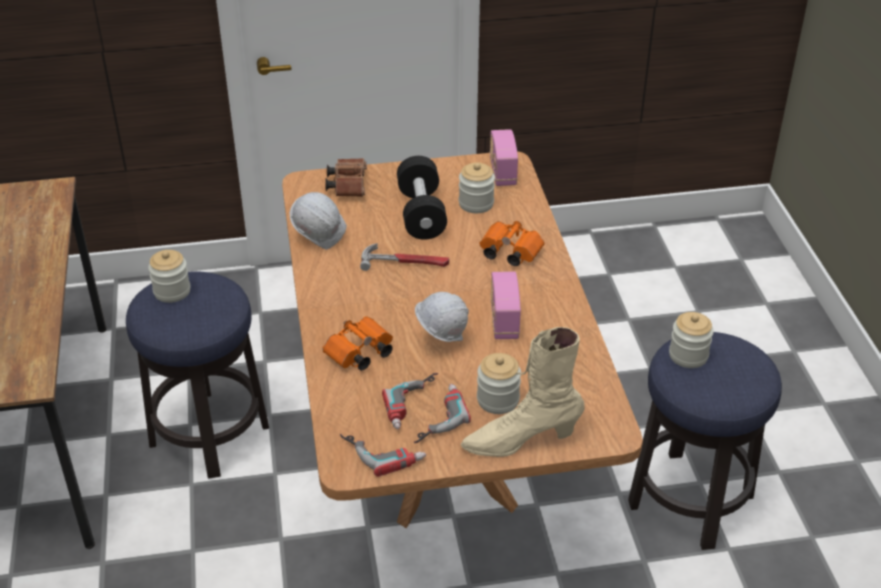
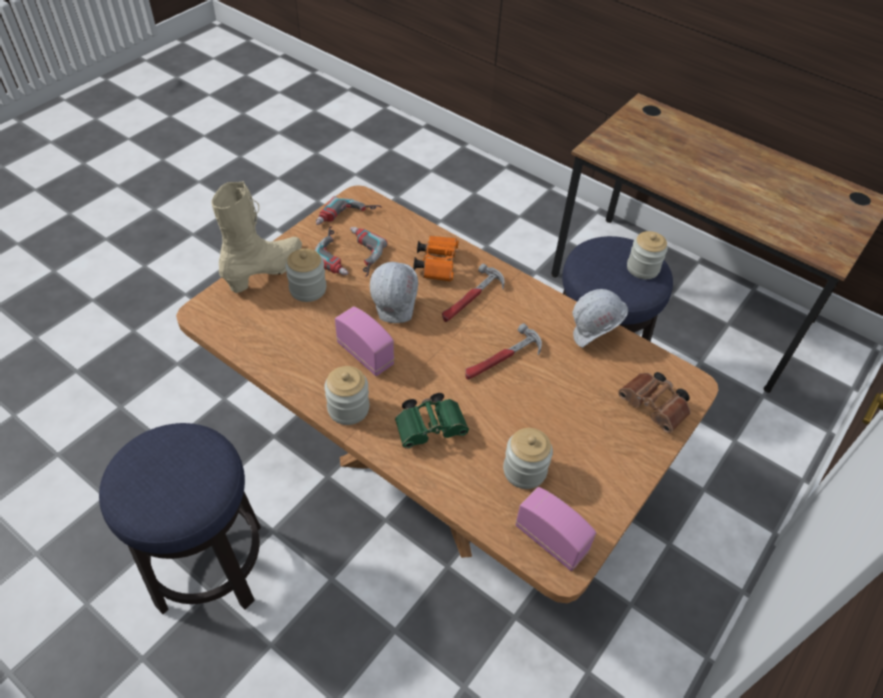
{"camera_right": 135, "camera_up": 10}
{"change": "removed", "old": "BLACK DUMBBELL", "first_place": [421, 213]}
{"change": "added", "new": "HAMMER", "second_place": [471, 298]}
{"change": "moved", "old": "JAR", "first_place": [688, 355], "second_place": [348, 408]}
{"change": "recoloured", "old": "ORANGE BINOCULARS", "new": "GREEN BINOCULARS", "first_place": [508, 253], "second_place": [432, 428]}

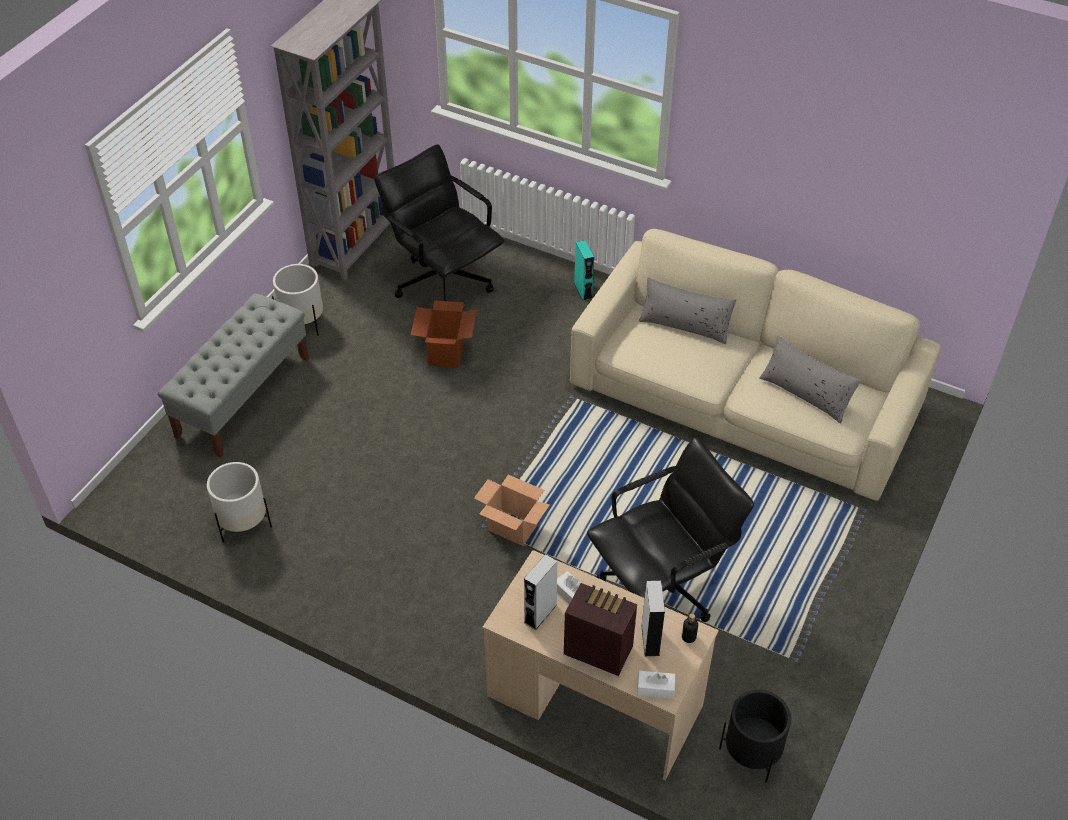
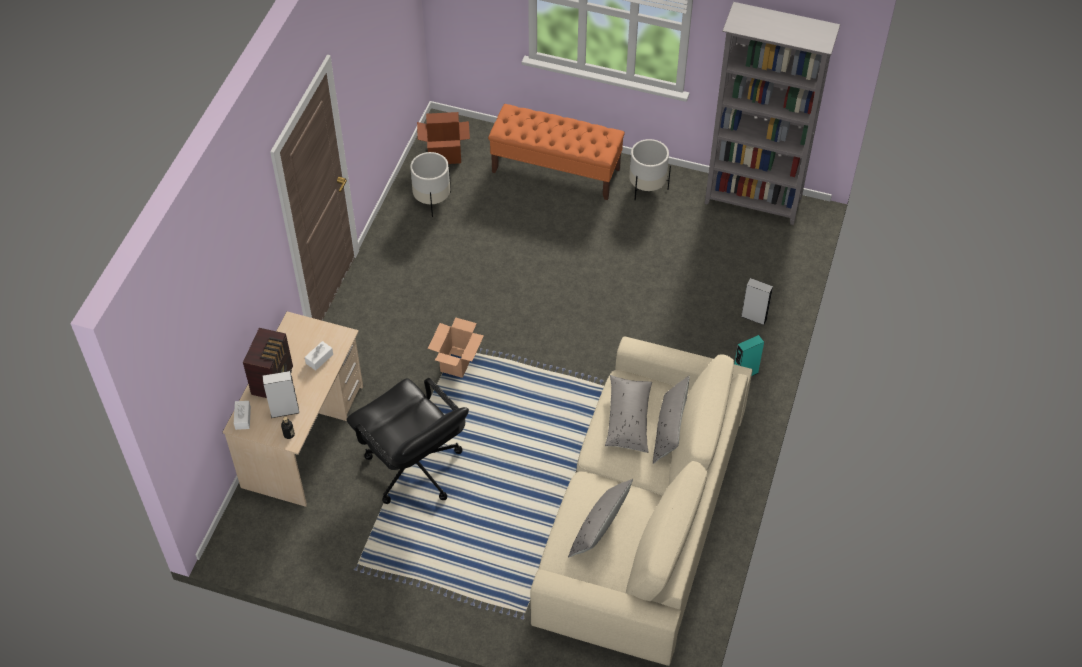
{"camera_right": 80, "camera_up": 5}
{"change": "removed", "old": "BLACK OFFICE CHAIR", "first_place": [443, 282]}
{"change": "removed", "old": "BLACK PLANTER", "first_place": [752, 754]}
{"change": "added", "new": "GREY PILLOW", "second_place": [628, 419]}
{"change": "moved", "old": "CARDBOARD BOX", "first_place": [446, 352], "second_place": [445, 154]}
{"change": "moved", "old": "GREY SPEAKER", "first_place": [540, 613], "second_place": [754, 317]}
{"change": "recoloured", "old": "GREY BENCH", "new": "ORANGE BENCH", "first_place": [243, 396], "second_place": [556, 170]}

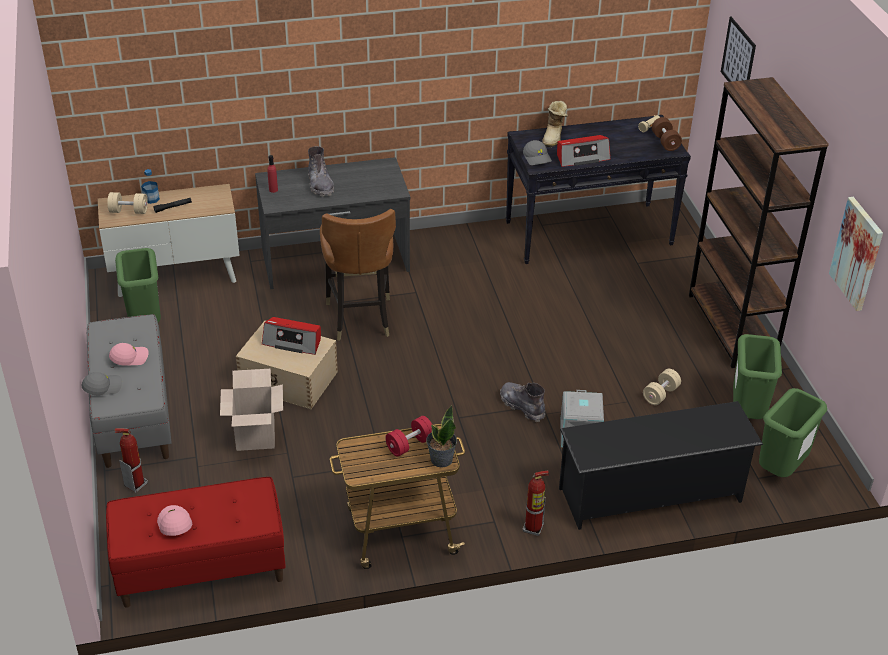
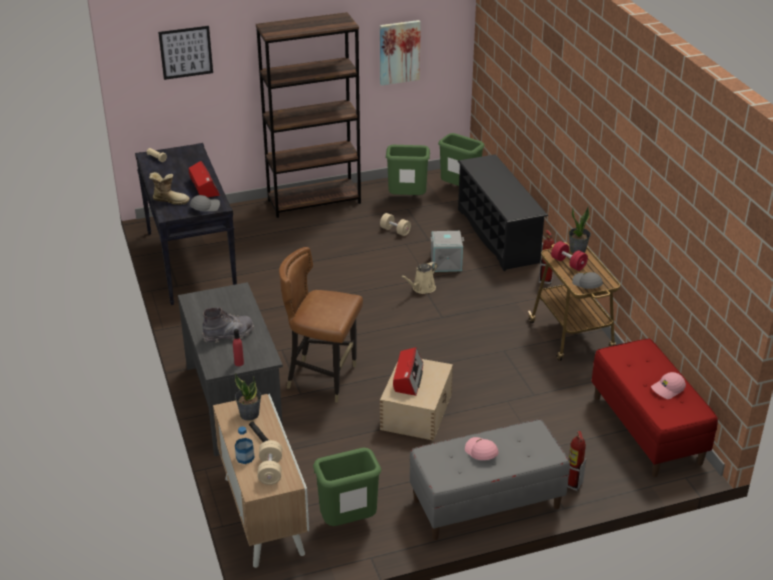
{"camera_right": -95, "camera_up": -5}
{"change": "removed", "old": "CARDBOARD BOX", "first_place": [255, 435]}
{"change": "removed", "old": "BROWN DUMBBELL", "first_place": [665, 142]}
{"change": "added", "new": "POTTED PLANT", "second_place": [249, 414]}
{"change": "moved", "old": "GREY CAP", "first_place": [102, 387], "second_place": [586, 284]}
{"change": "replaced", "old": "GREY BOOT", "new": "BEIGE WATERING CAN", "first_place": [522, 406], "second_place": [422, 288]}
{"change": "turned", "old": "BROWN CHAIR", "first_place": [359, 318], "second_place": [323, 379], "degrees": -150}

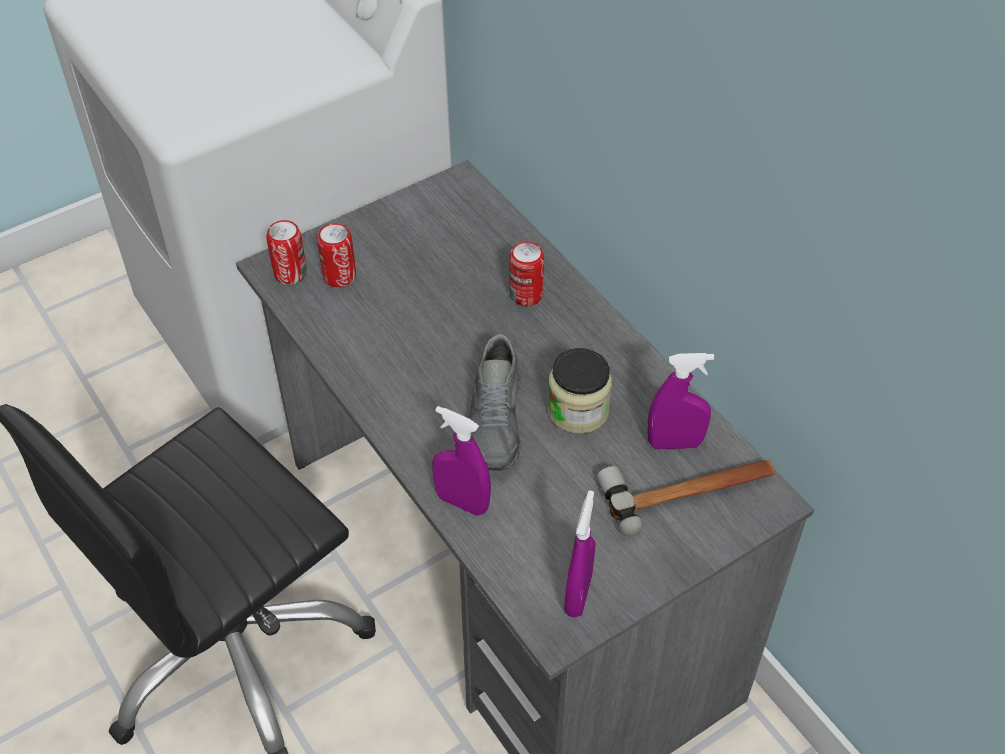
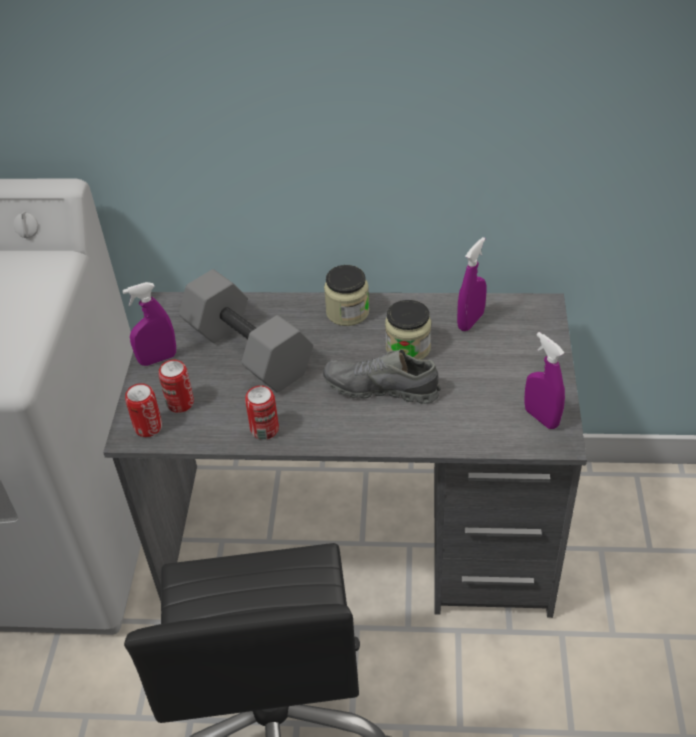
{"camera_right": -50, "camera_up": -5}
{"change": "removed", "old": "HAMMER", "first_place": [689, 490]}
{"change": "added", "new": "GREY DUMBBELL", "second_place": [245, 351]}
{"change": "added", "new": "JAR", "second_place": [347, 312]}
{"change": "moved", "old": "PURPLE SPRAY BOTTLE", "first_place": [462, 502], "second_place": [158, 359]}
{"change": "moved", "old": "CAN", "first_place": [526, 295], "second_place": [264, 429]}
{"change": "turned", "old": "GREY SHOE", "first_place": [496, 422], "second_place": [381, 388], "degrees": 150}

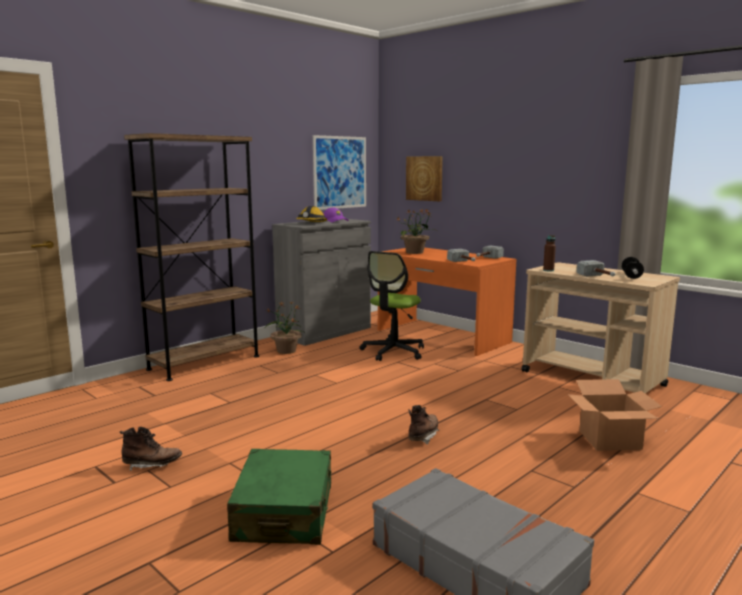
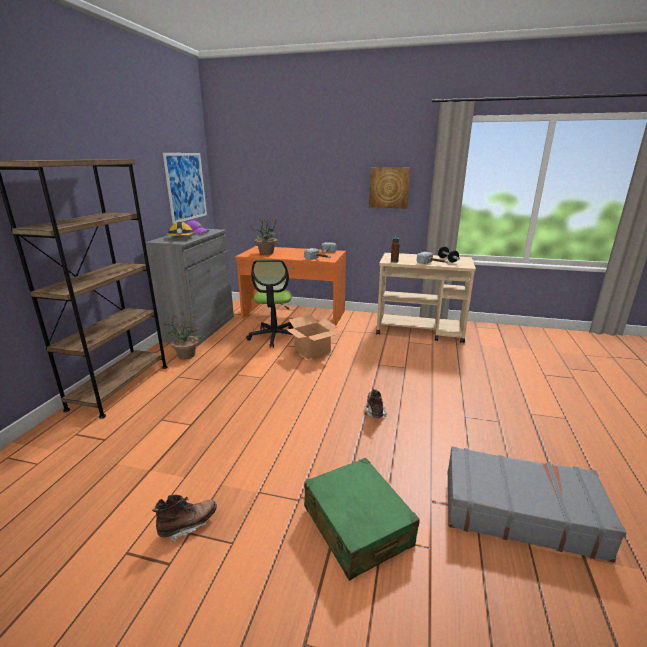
{"camera_right": -30, "camera_up": 10}
{"change": "moved", "old": "PICTURE", "first_place": [424, 178], "second_place": [389, 187]}
{"change": "moved", "old": "CARDBOARD BOX", "first_place": [610, 440], "second_place": [312, 350]}

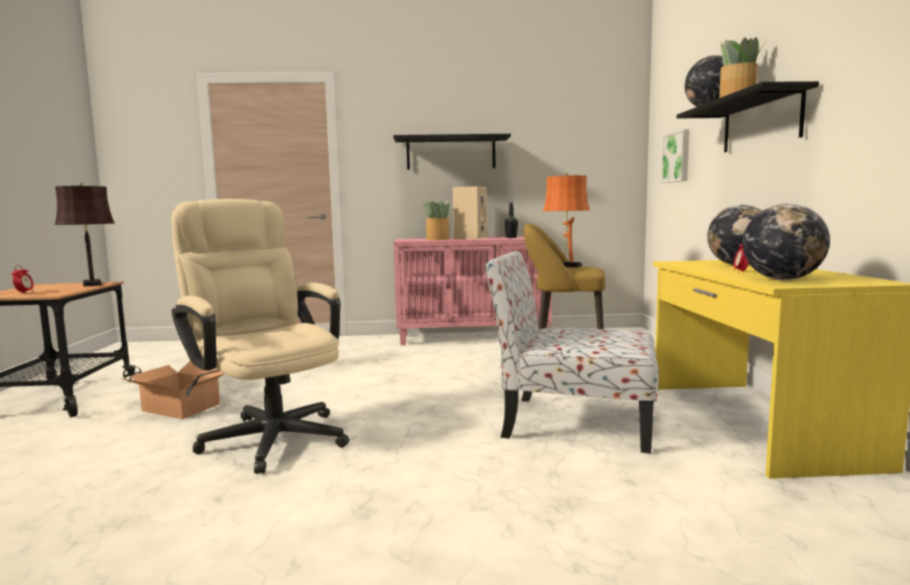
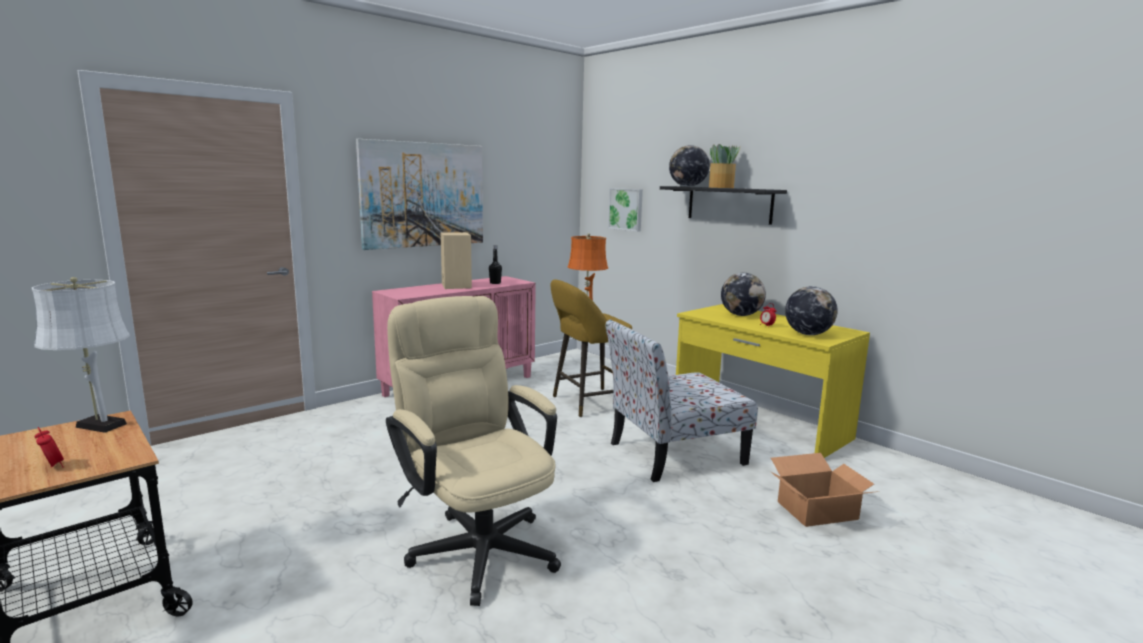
{"camera_right": -40, "camera_up": 5}
{"change": "removed", "old": "POTTED PLANT", "first_place": [437, 239]}
{"change": "moved", "old": "CARDBOARD BOX", "first_place": [181, 408], "second_place": [818, 511]}
{"change": "replaced", "old": "BLACK SHELF", "new": "PICTURE", "first_place": [451, 153], "second_place": [423, 195]}
{"change": "recoloured", "old": "BROWN TABLE LAMP", "new": "WHITE TABLE LAMP", "first_place": [92, 284], "second_place": [98, 425]}
{"change": "turned", "old": "BEIGE OFFICE CHAIR", "first_place": [269, 435], "second_place": [476, 544], "degrees": 45}

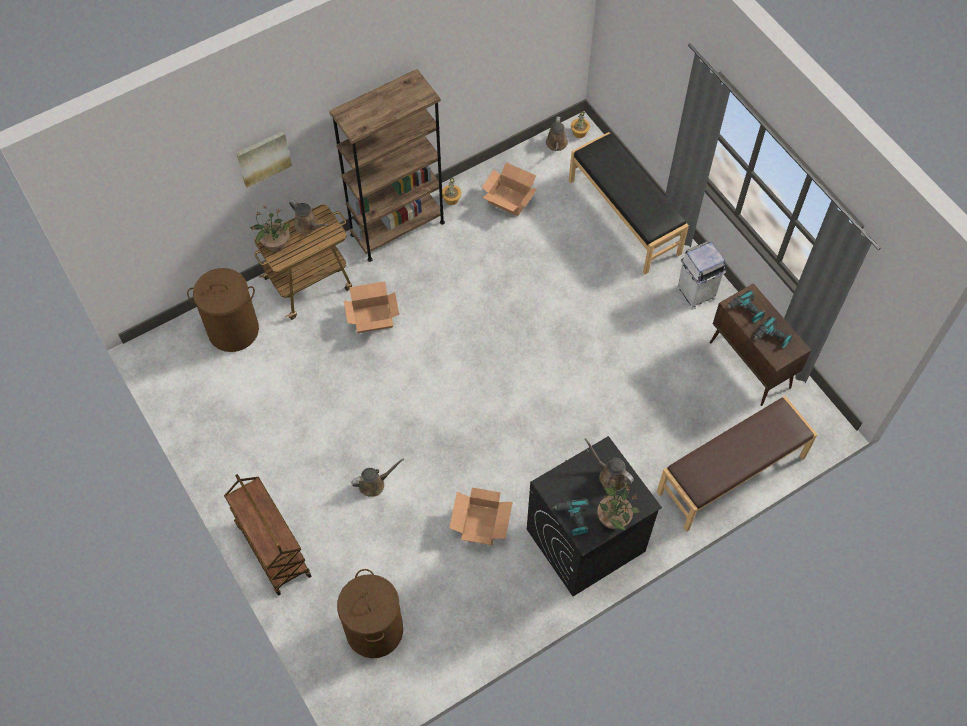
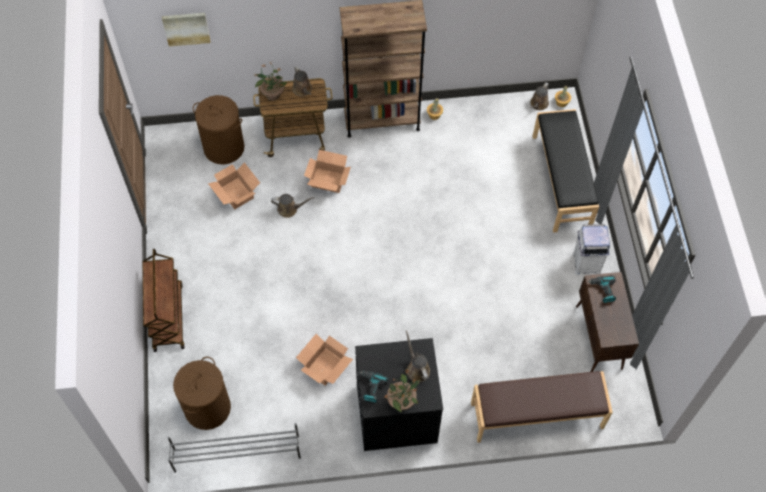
{"camera_right": 25, "camera_up": 0}
{"change": "removed", "old": "POWER DRILL", "first_place": [772, 337]}
{"change": "added", "new": "GREY SHOE RACK", "second_place": [236, 453]}
{"change": "moved", "old": "PICTURE", "first_place": [263, 158], "second_place": [186, 28]}
{"change": "moved", "old": "BROWN WATERING CAN", "first_place": [374, 484], "second_place": [289, 209]}
{"change": "moved", "old": "CARDBOARD BOX", "first_place": [509, 199], "second_place": [236, 193]}

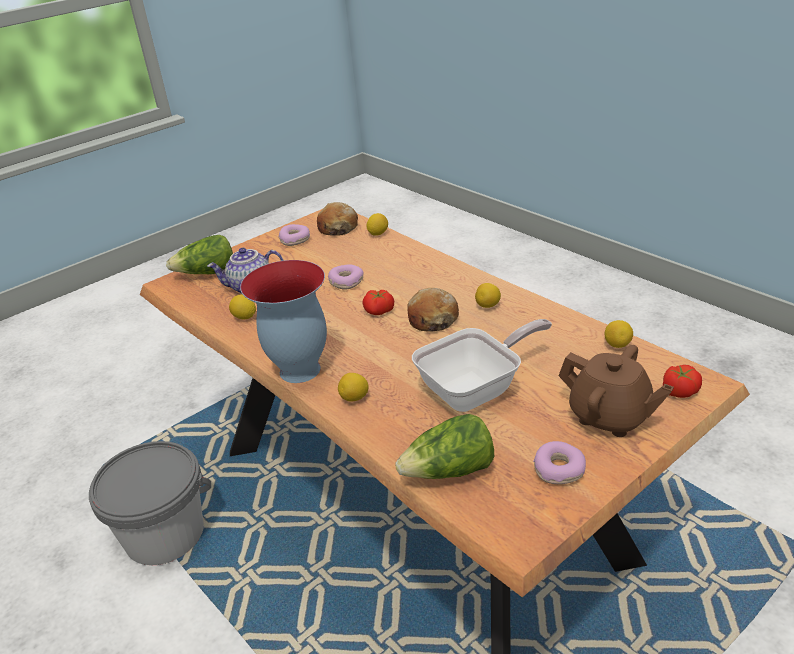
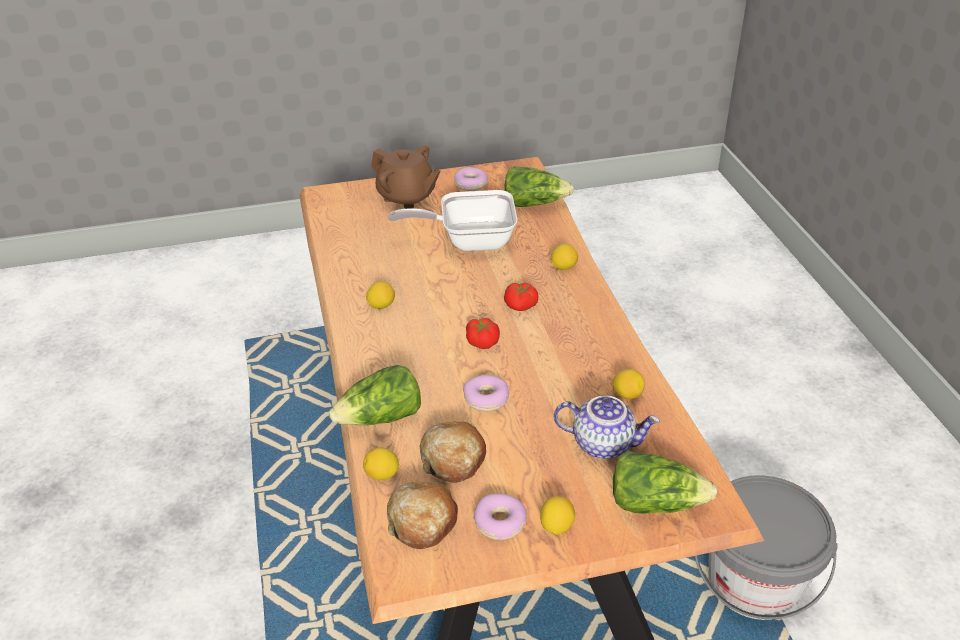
{"camera_right": -155, "camera_up": 5}
{"change": "removed", "old": "VASE", "first_place": [299, 371]}
{"change": "added", "new": "LETTUCE", "second_place": [381, 418]}
{"change": "moved", "old": "BREAD", "first_place": [432, 319], "second_place": [453, 459]}
{"change": "moved", "old": "LEMON", "first_place": [617, 345], "second_place": [556, 526]}
{"change": "moved", "old": "TOMATO", "first_place": [679, 391], "second_place": [521, 306]}
{"change": "turned", "old": "BROWN TEAPOT", "first_place": [610, 417], "second_place": [406, 197], "degrees": 150}

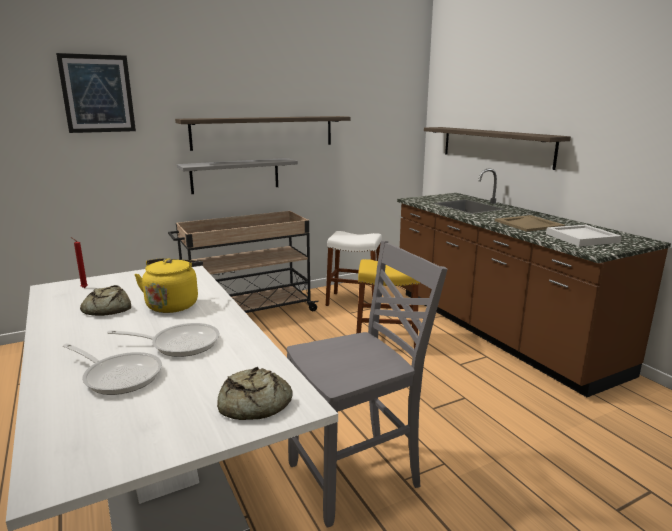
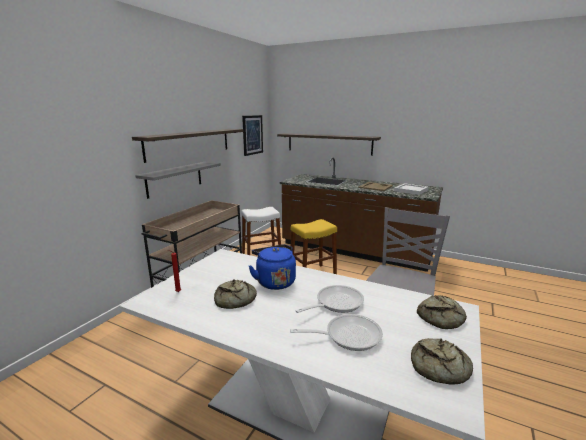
{"camera_right": -35, "camera_up": 0}
{"change": "added", "new": "BREAD", "second_place": [439, 368]}
{"change": "moved", "old": "PICTURE", "first_place": [97, 94], "second_place": [252, 135]}
{"change": "recoloured", "old": "YELLOW KETTLE", "new": "BLUE KETTLE", "first_place": [173, 304], "second_place": [274, 281]}

